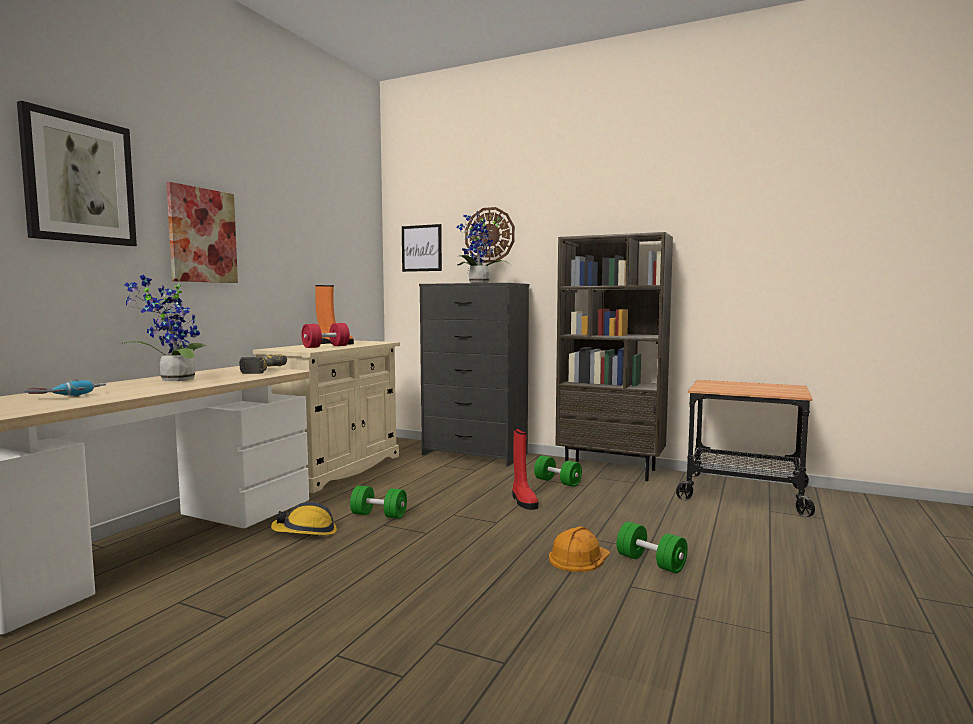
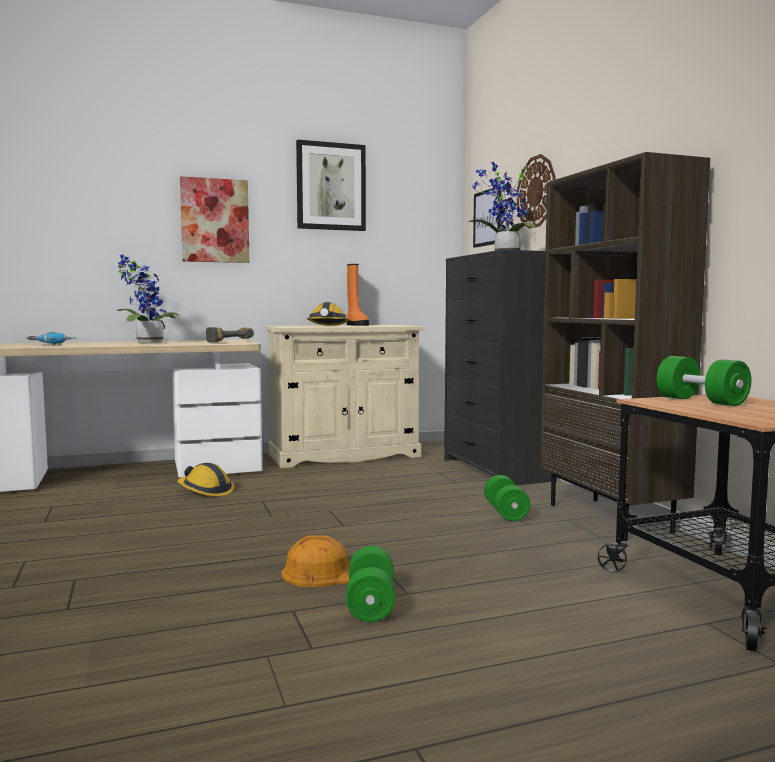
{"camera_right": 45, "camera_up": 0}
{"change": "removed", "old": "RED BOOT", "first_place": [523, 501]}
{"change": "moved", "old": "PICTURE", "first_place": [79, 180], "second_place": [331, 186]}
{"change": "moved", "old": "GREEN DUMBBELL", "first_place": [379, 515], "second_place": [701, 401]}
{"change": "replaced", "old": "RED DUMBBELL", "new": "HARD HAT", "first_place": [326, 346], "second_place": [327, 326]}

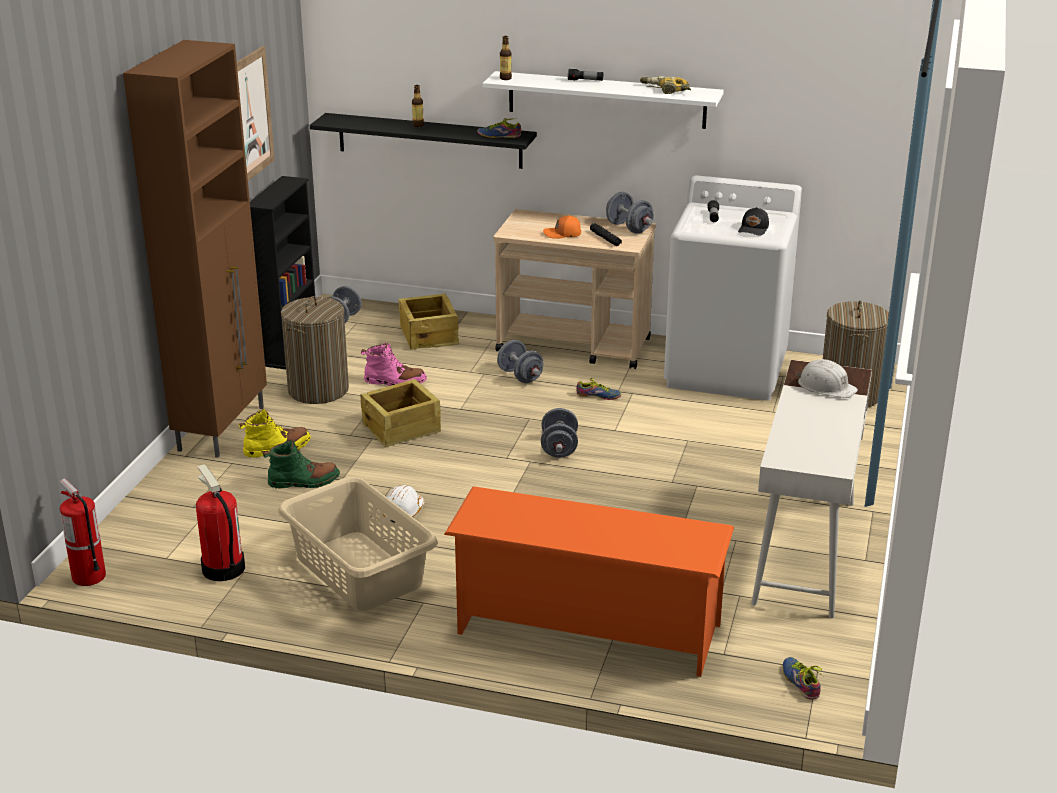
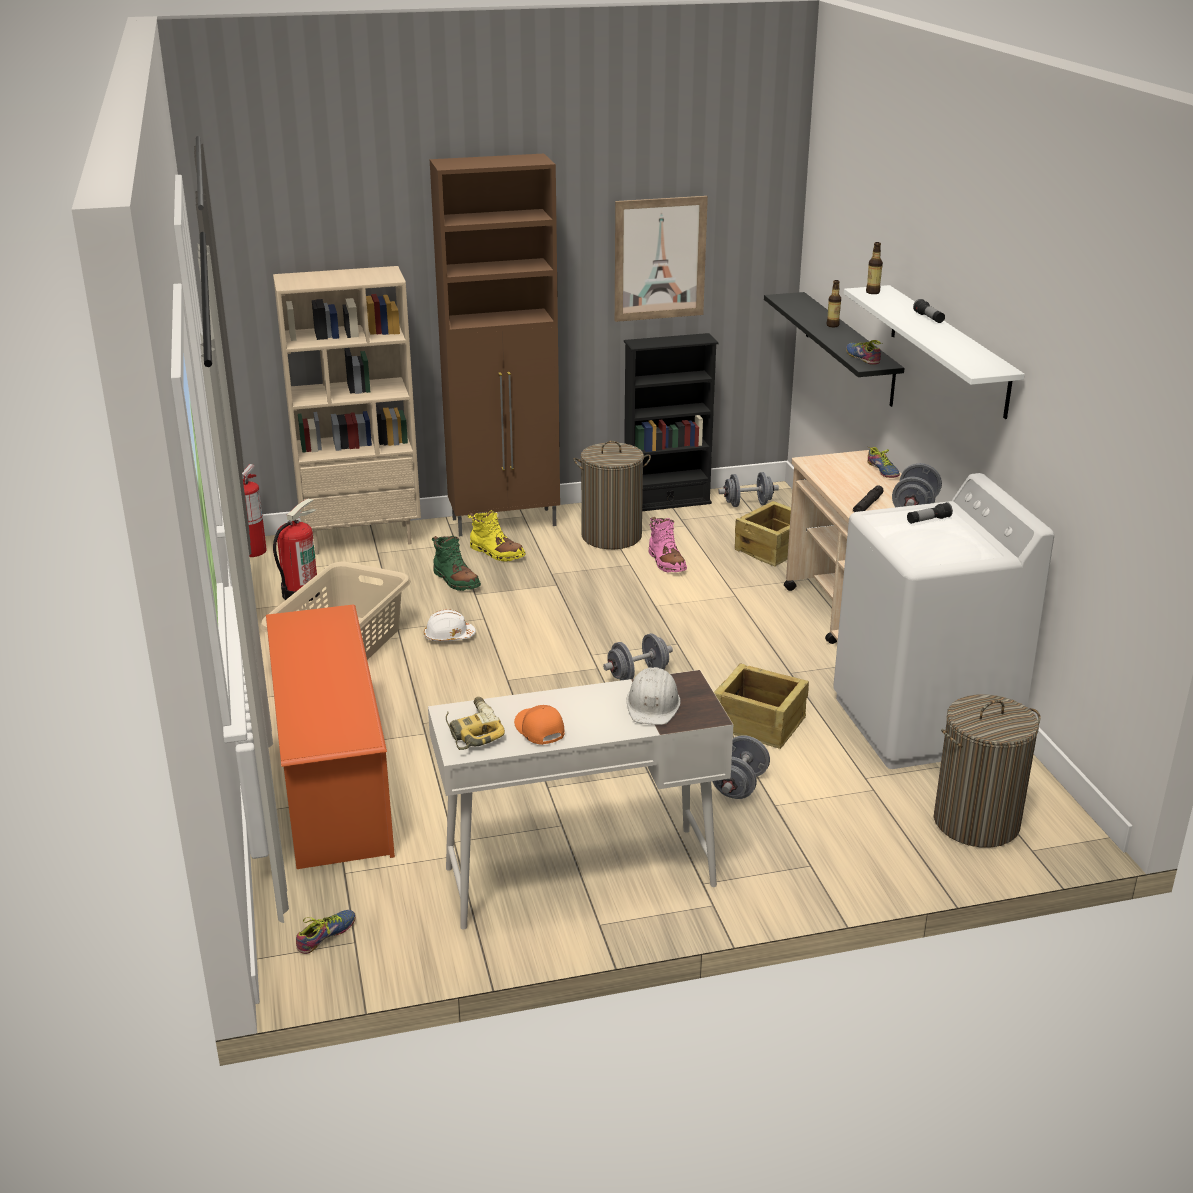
{"camera_right": 60, "camera_up": 0}
{"change": "removed", "old": "BLACK CAP", "first_place": [754, 229]}
{"change": "added", "new": "BEIGE BOOKCASE", "second_place": [362, 538]}
{"change": "moved", "old": "CRATE", "first_place": [402, 428], "second_place": [759, 724]}
{"change": "moved", "old": "GREY DUMBBELL", "first_place": [520, 376], "second_place": [739, 786]}
{"change": "moved", "old": "ORANGE CAP", "first_place": [563, 234], "second_place": [538, 730]}
{"change": "moved", "old": "SHOE", "first_place": [598, 396], "second_place": [881, 470]}
{"change": "moved", "old": "POWER DRILL", "first_place": [665, 90], "second_place": [471, 731]}

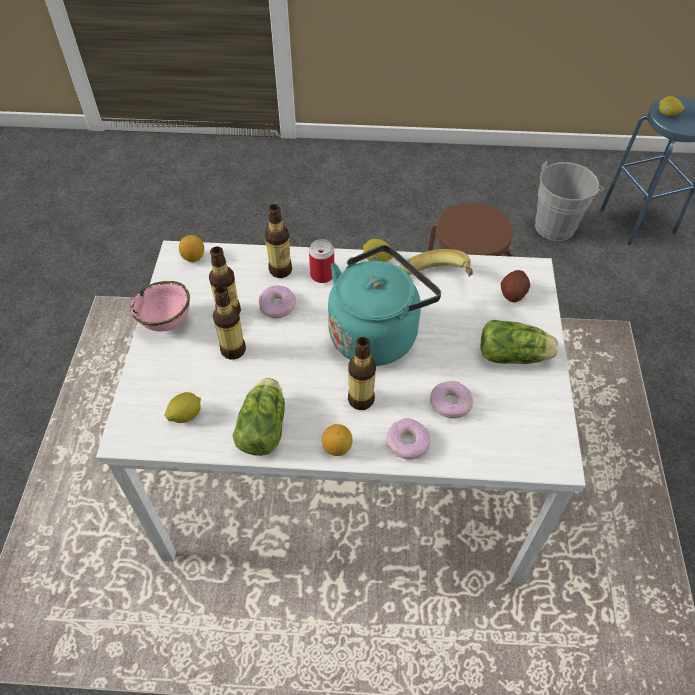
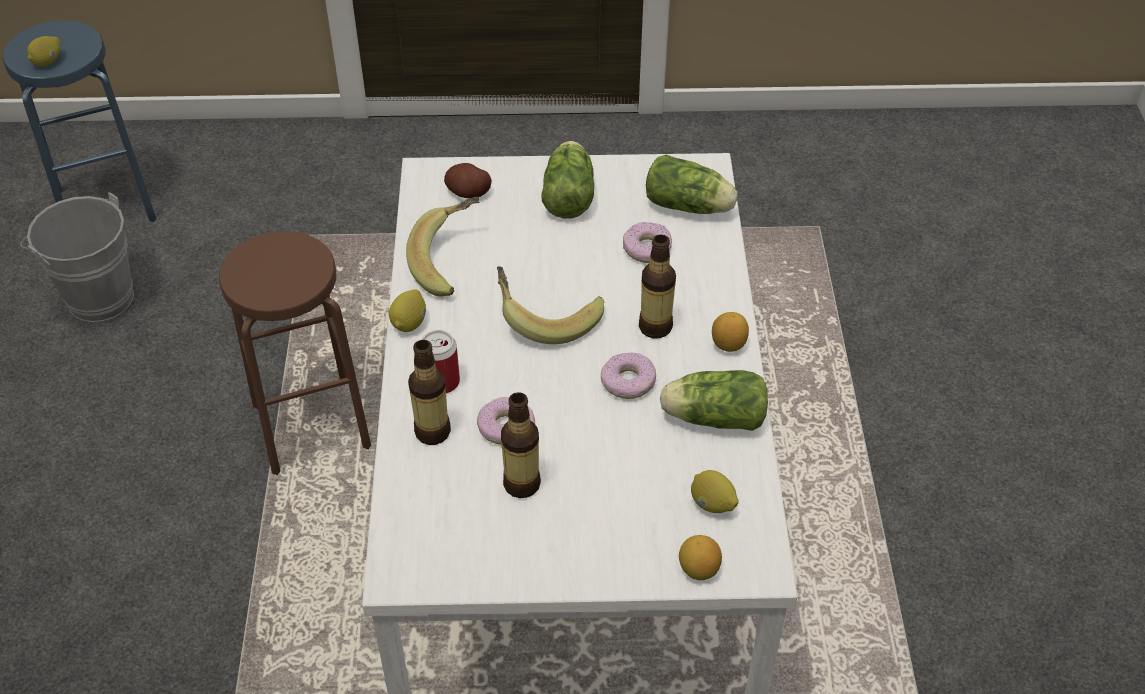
{"camera_right": -95, "camera_up": -5}
{"change": "removed", "old": "PINK BOWL", "first_place": [167, 323]}
{"change": "removed", "old": "BOTTLE", "first_place": [233, 350]}
{"change": "added", "new": "LETTUCE", "second_place": [690, 206]}
{"change": "moved", "old": "LEMON", "first_place": [193, 257], "second_place": [698, 570]}
{"change": "moved", "old": "DONUT", "first_place": [407, 443], "second_place": [628, 382]}
{"change": "replaced", "old": "TURQUOISE KETTLE", "new": "BANANA", "first_place": [377, 333], "second_place": [546, 317]}

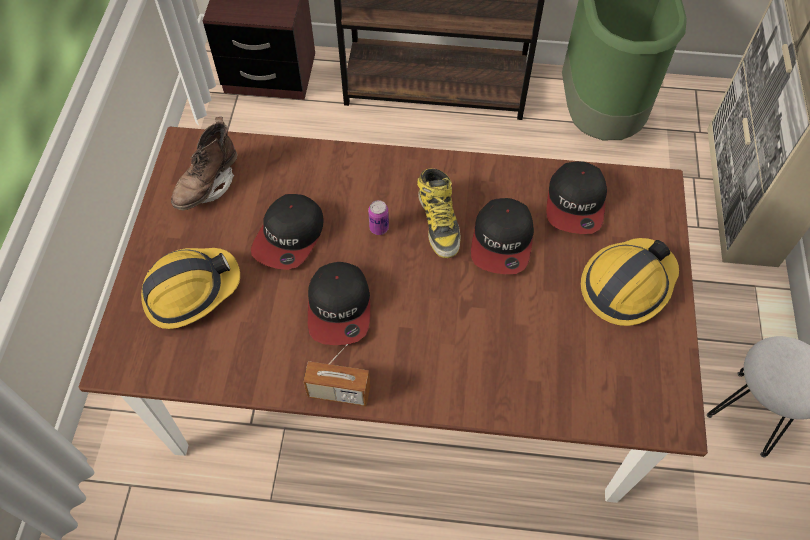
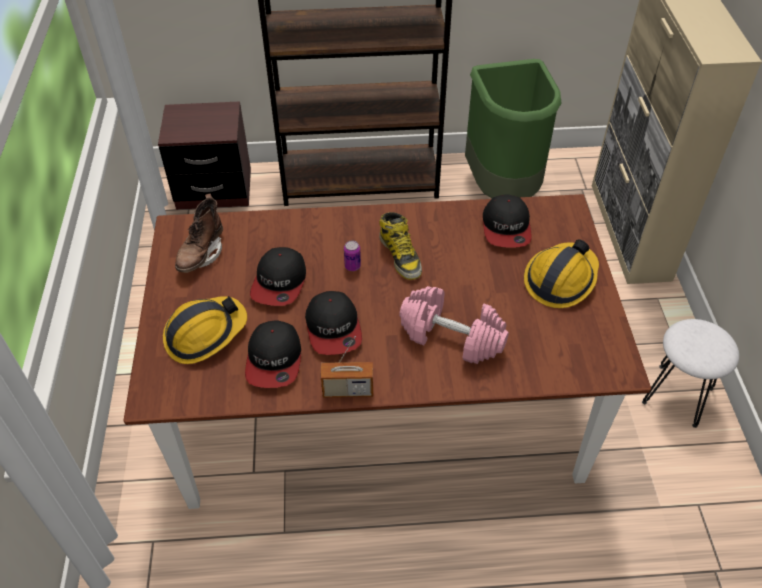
{"camera_right": -10, "camera_up": -10}
{"change": "added", "new": "PINK DUMBBELL", "second_place": [452, 337]}
{"change": "moved", "old": "CAP", "first_place": [502, 241], "second_place": [274, 360]}

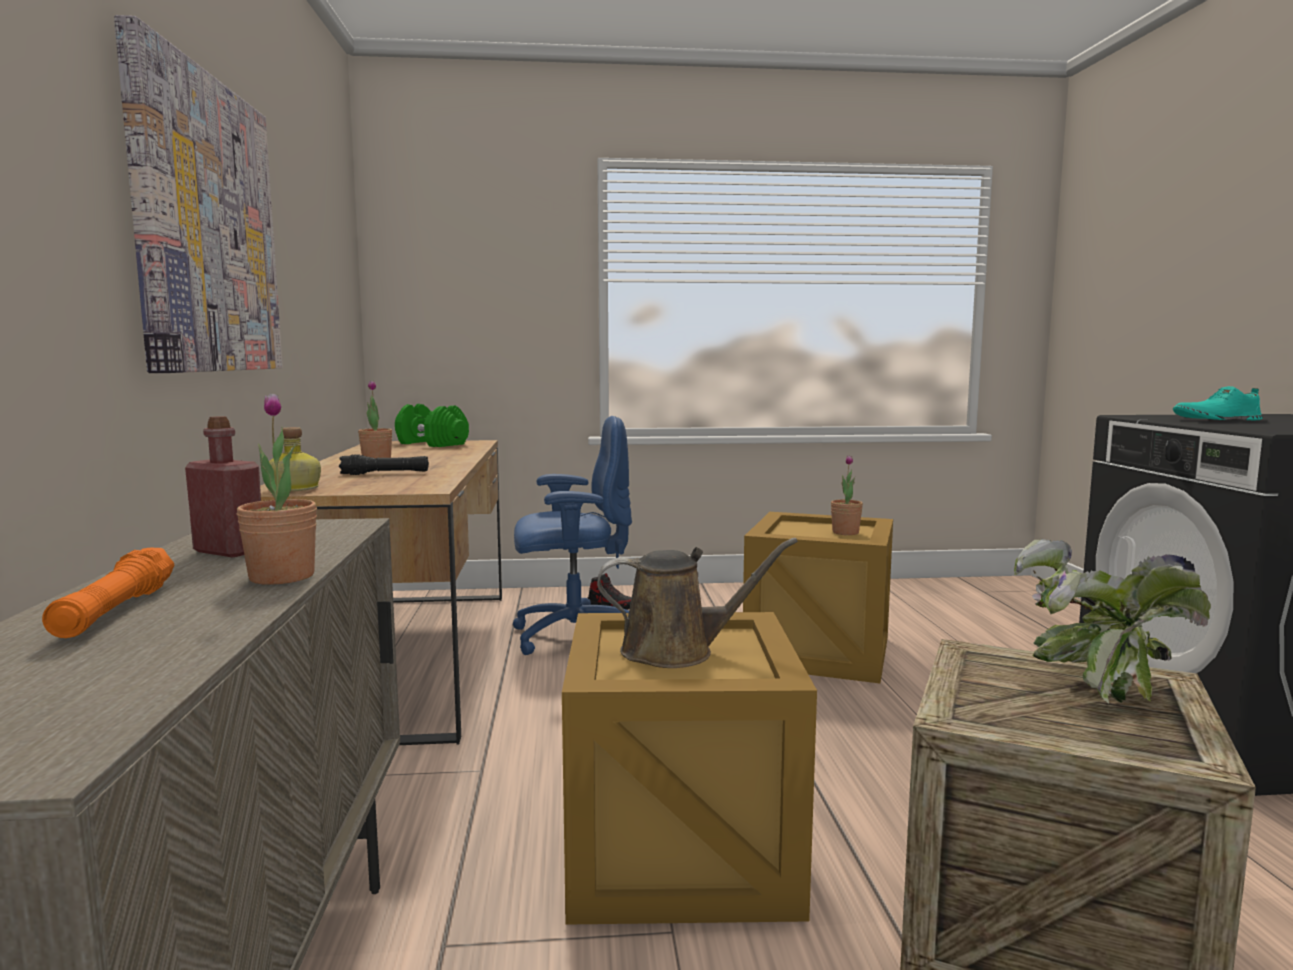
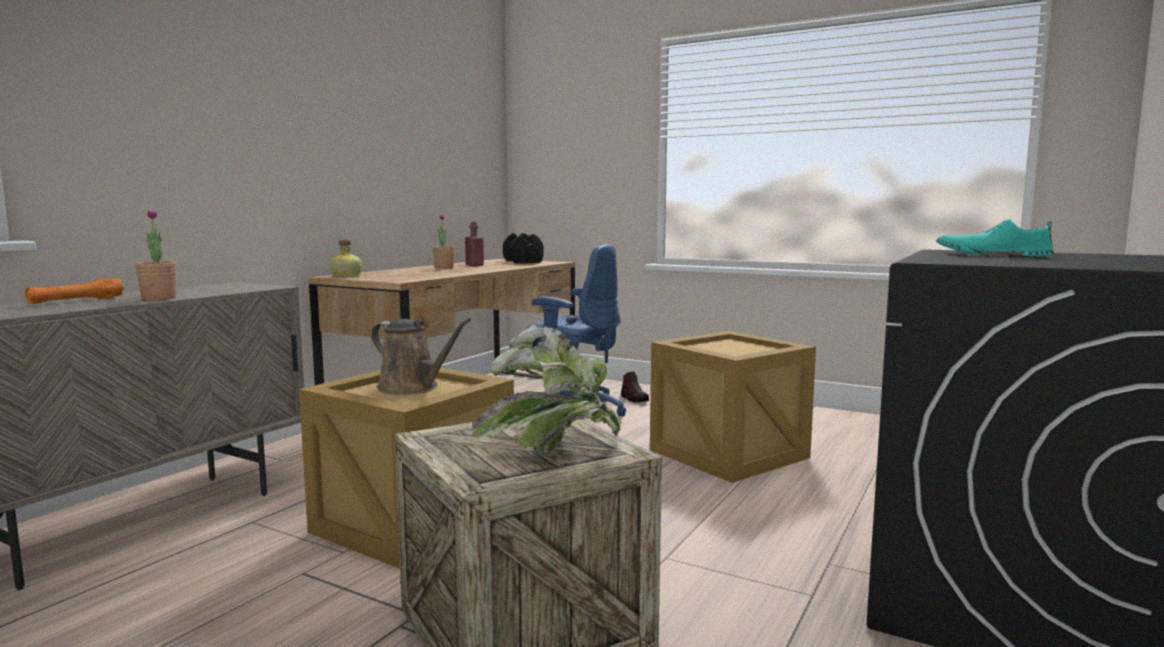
{"camera_right": 35, "camera_up": 0}
{"change": "removed", "old": "PICTURE", "first_place": [205, 226]}
{"change": "removed", "old": "BLACK FLASHLIGHT", "first_place": [385, 473]}
{"change": "removed", "old": "POTTED PLANT", "first_place": [845, 532]}
{"change": "moved", "old": "RED BOTTLE", "first_place": [229, 551], "second_place": [474, 265]}
{"change": "recoloured", "old": "GREEN DUMBBELL", "new": "BLACK DUMBBELL", "first_place": [431, 444], "second_place": [522, 261]}

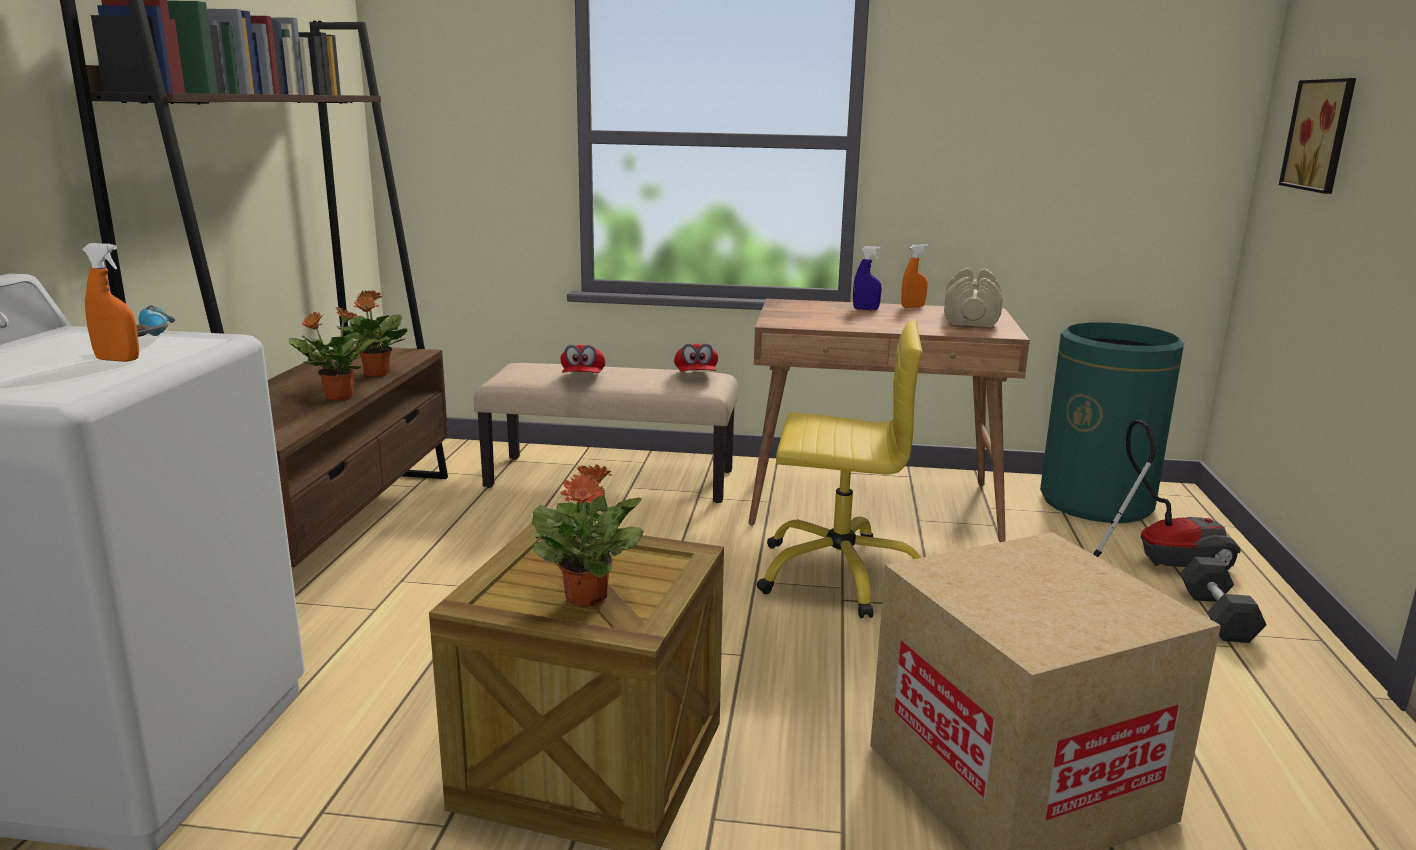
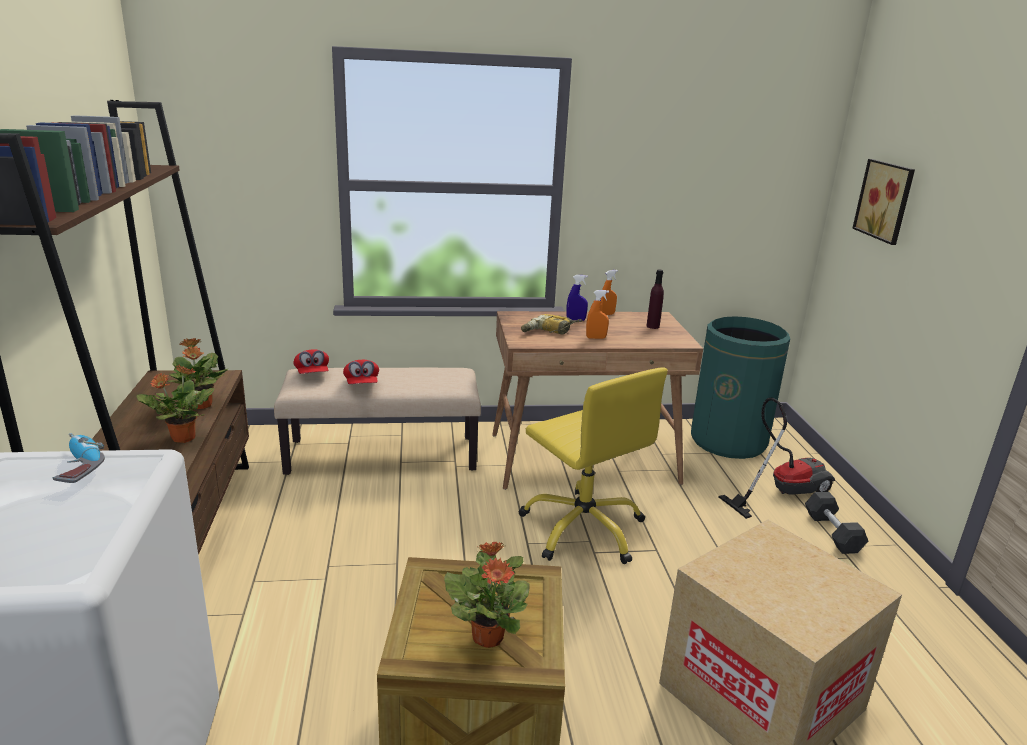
{"camera_right": -15, "camera_up": 5}
{"change": "added", "new": "POWER DRILL", "second_place": [550, 331]}
{"change": "moved", "old": "ORANGE SPRAY BOTTLE", "first_place": [118, 360], "second_place": [596, 338]}
{"change": "moved", "old": "RED CAP", "first_place": [696, 377], "second_place": [312, 374]}
{"change": "replaced", "old": "BEIGE DUMBBELL", "new": "PURPLE BOTTLE", "first_place": [970, 318], "second_place": [653, 326]}
{"change": "turned", "old": "YELLOW OFFICE CHAIR", "first_place": [839, 574], "second_place": [583, 528], "degrees": 60}

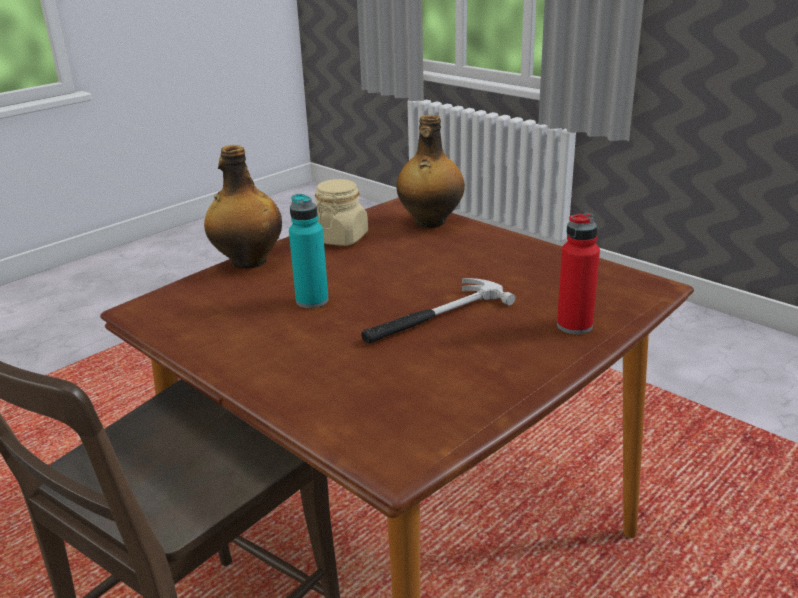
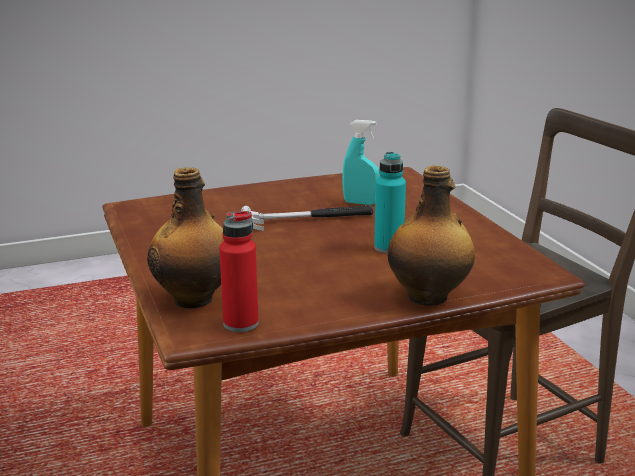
{"camera_right": -155, "camera_up": -5}
{"change": "removed", "old": "BEIGE JAR", "first_place": [340, 238]}
{"change": "added", "new": "TURQUOISE SPRAY BOTTLE", "second_place": [360, 203]}
{"change": "moved", "old": "RED BOTTLE", "first_place": [574, 326], "second_place": [240, 324]}

